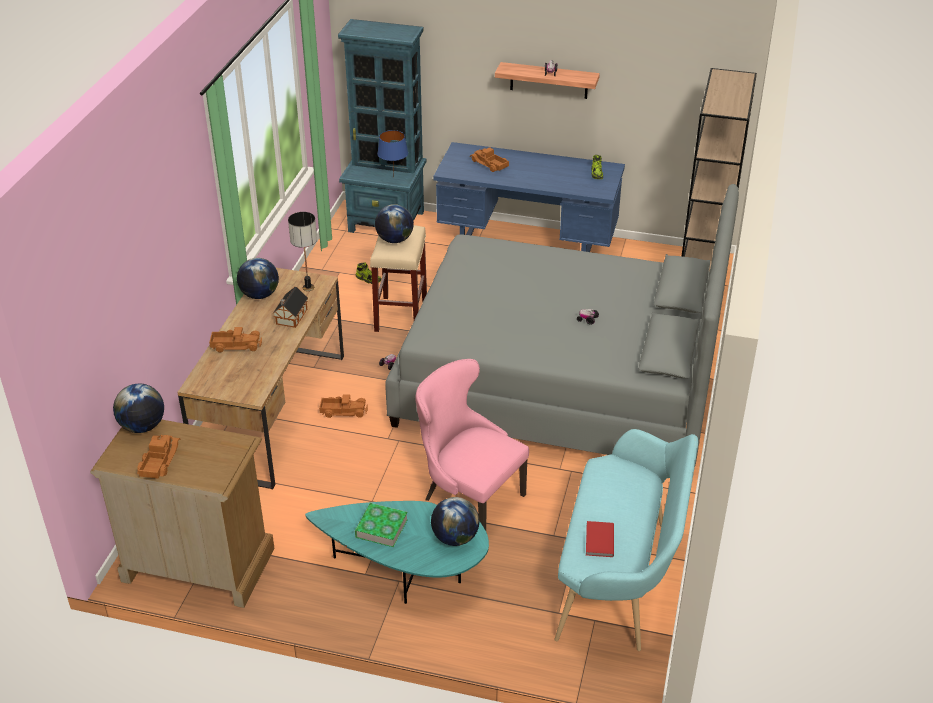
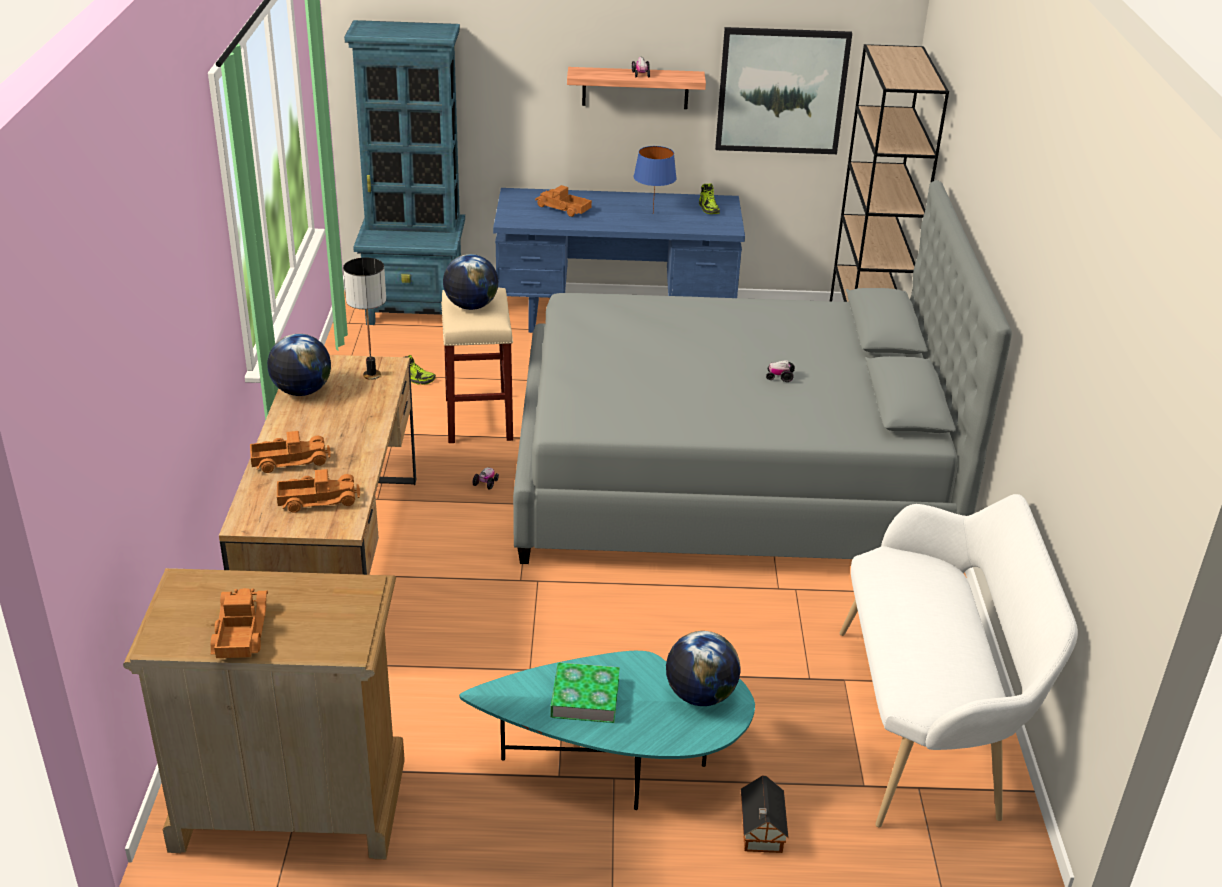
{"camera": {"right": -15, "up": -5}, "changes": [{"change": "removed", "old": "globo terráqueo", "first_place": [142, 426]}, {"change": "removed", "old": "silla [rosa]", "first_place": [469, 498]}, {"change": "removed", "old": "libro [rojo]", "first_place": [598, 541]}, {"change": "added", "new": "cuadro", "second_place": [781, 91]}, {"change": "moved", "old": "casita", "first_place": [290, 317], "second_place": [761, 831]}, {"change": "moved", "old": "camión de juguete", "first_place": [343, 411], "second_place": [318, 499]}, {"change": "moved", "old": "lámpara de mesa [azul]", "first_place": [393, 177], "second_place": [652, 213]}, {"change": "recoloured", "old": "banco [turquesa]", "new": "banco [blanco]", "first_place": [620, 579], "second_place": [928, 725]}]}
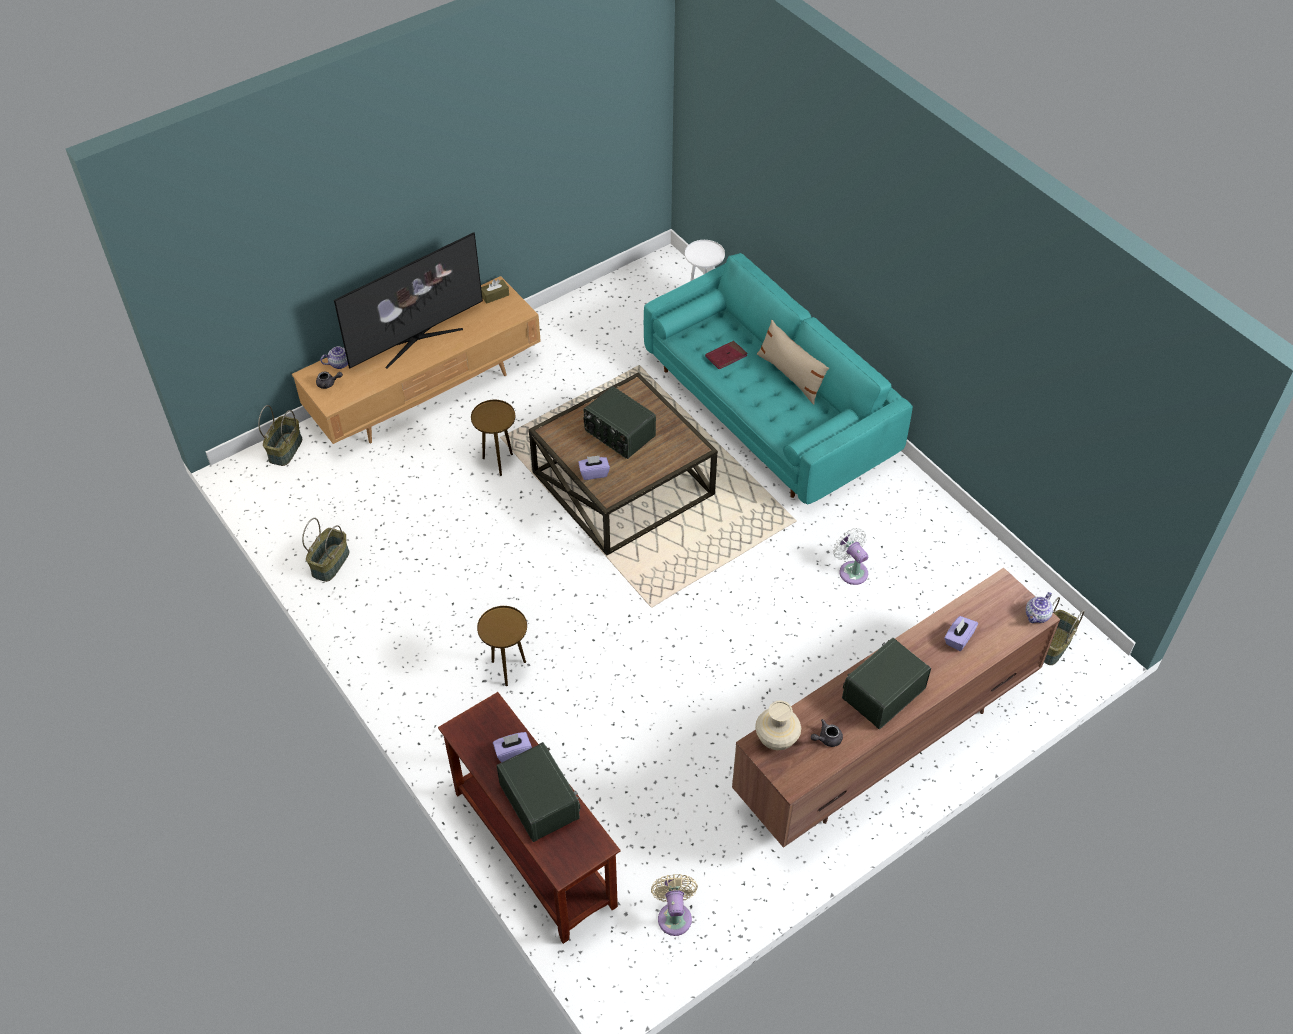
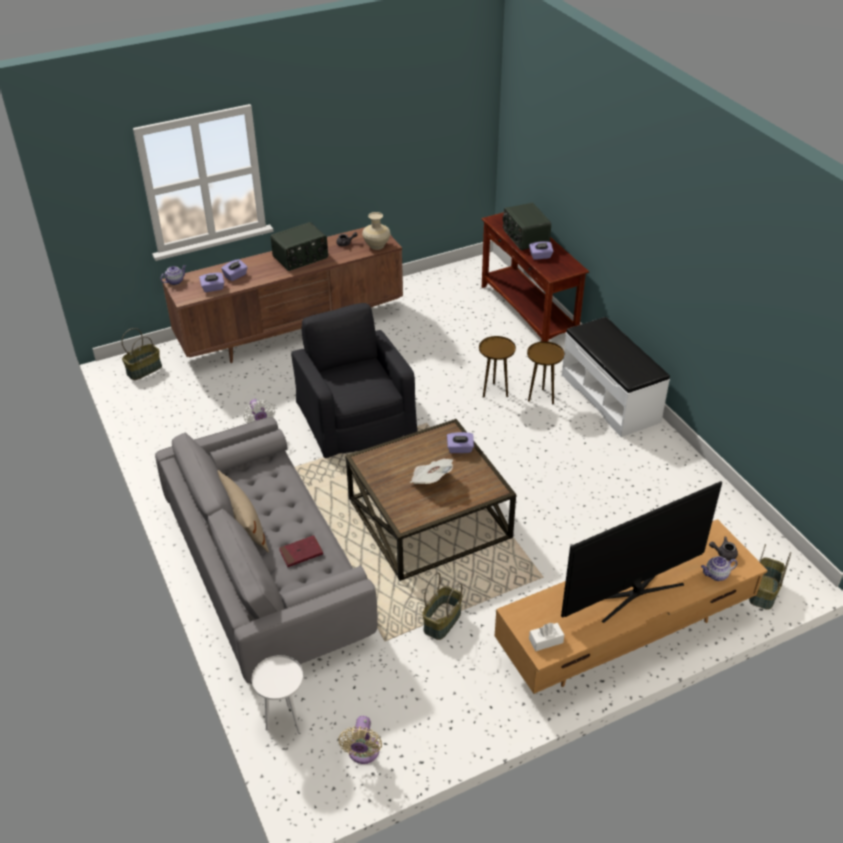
{"camera": {"right": -170, "up": -10}, "changes": [{"change": "added", "new": "caja de pañuelos [morado]", "second_place": [213, 288]}, {"change": "added", "new": "sillón [negro]", "second_place": [355, 416]}, {"change": "added", "new": "banco [blanco]", "second_place": [610, 398]}, {"change": "moved", "old": "cesta", "first_place": [330, 562], "second_place": [442, 622]}, {"change": "moved", "old": "mesa auxiliar [marrón]", "first_place": [498, 462], "second_place": [494, 392]}, {"change": "moved", "old": "ventilador [beis]", "first_place": [674, 915], "second_place": [363, 753]}, {"change": "replaced", "old": "radio", "new": "periódico", "first_place": [619, 434], "second_place": [431, 479]}, {"change": "recoloured", "old": "caja de pañuelos [marrón]", "new": "caja de pañuelos [blanco]", "first_place": [495, 295], "second_place": [546, 641]}, {"change": "recoloured", "old": "sofá [turquesa]", "new": "sofá [gris]", "first_place": [769, 409], "second_place": [266, 572]}]}
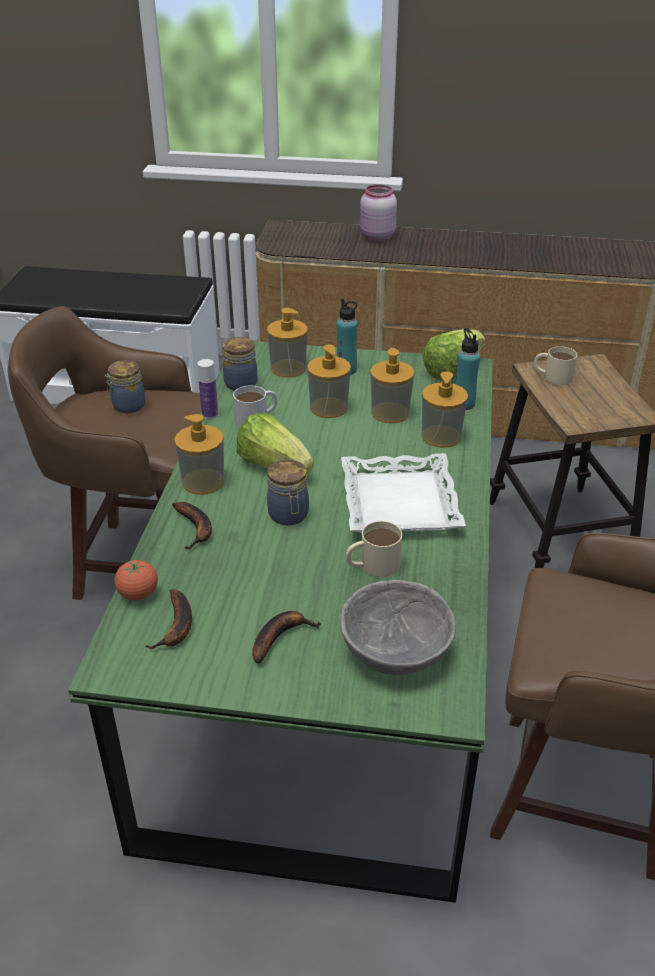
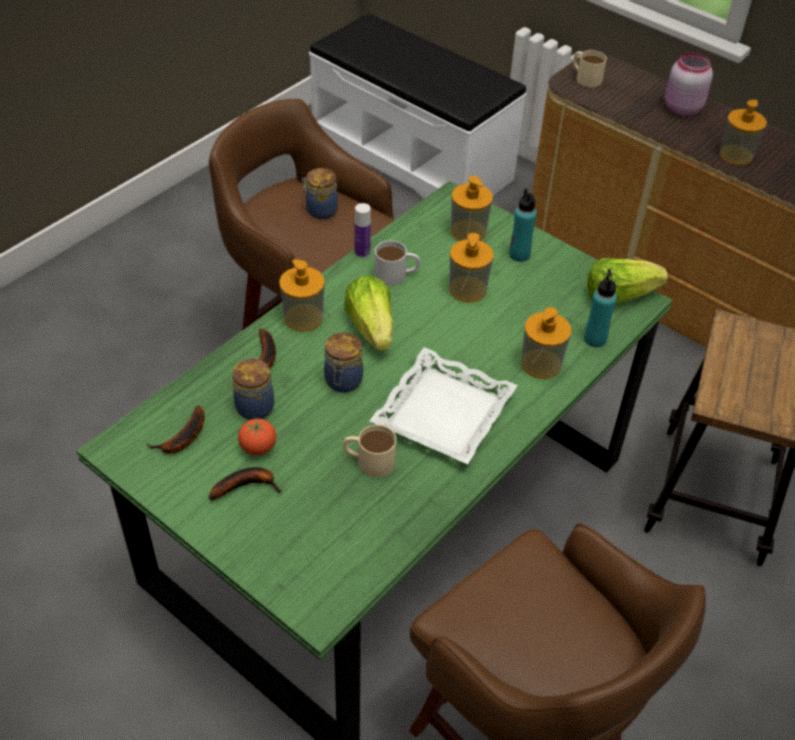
{"camera": {"right": 30, "up": 10}, "changes": [{"change": "removed", "old": "cuenco [gris]", "first_place": [396, 649]}, {"change": "moved", "old": "tomate", "first_place": [138, 594], "second_place": [258, 447]}, {"change": "moved", "old": "tarro", "first_place": [240, 383], "second_place": [255, 406]}, {"change": "moved", "old": "dispensador de jabón", "first_place": [390, 413], "second_place": [736, 155]}, {"change": "moved", "old": "taza grande [beis]", "first_place": [552, 376], "second_place": [585, 77]}]}
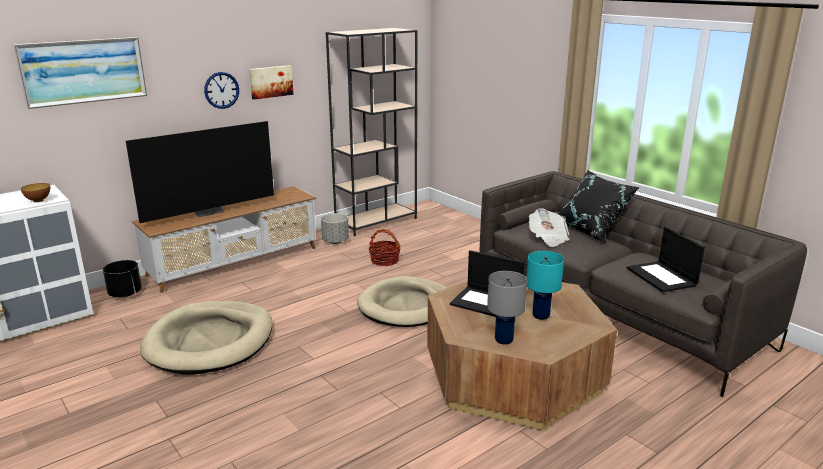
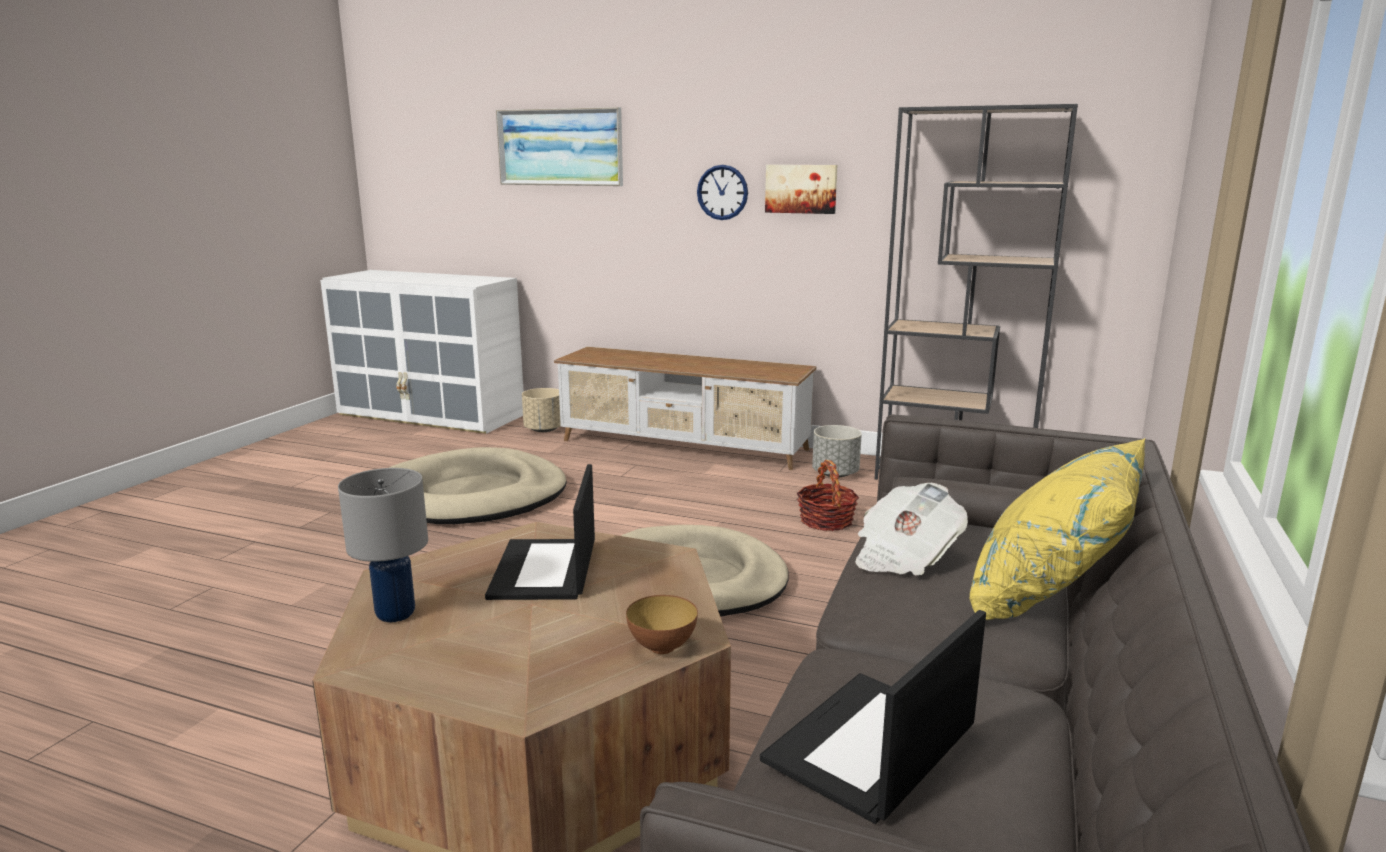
{"camera": {"right": 60, "up": -5}, "changes": [{"change": "removed", "old": "televisor", "first_place": [209, 212]}, {"change": "removed", "old": "lámpara de mesa [turquesa]", "first_place": [541, 315]}, {"change": "moved", "old": "cuenco", "first_place": [38, 200], "second_place": [662, 647]}, {"change": "recoloured", "old": "maceta [negro]", "new": "maceta [beis]", "first_place": [125, 294], "second_place": [544, 429]}, {"change": "recoloured", "old": "cojín [negro]", "new": "cojín [amarillo]", "first_place": [591, 230], "second_place": [1048, 596]}]}
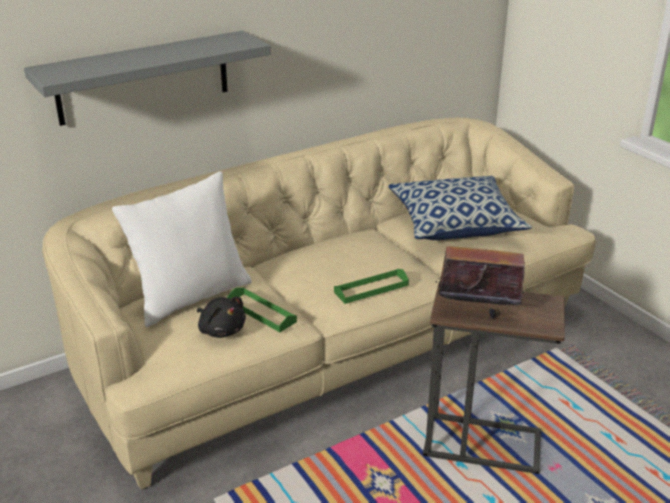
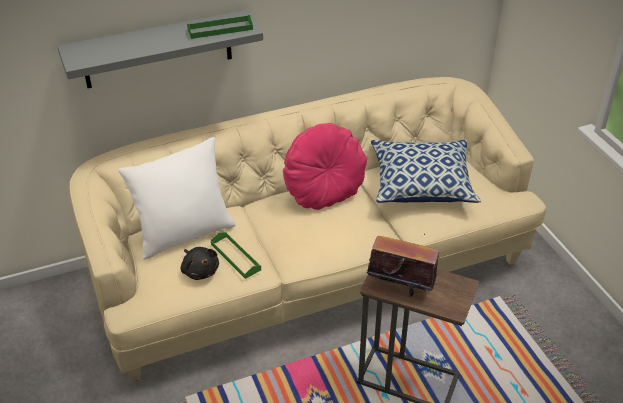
{"camera": {"right": 10, "up": 10}, "changes": [{"change": "added", "new": "cojín [rosa]", "second_place": [324, 196]}, {"change": "moved", "old": "bandeja [verde]", "first_place": [371, 289], "second_place": [220, 29]}]}
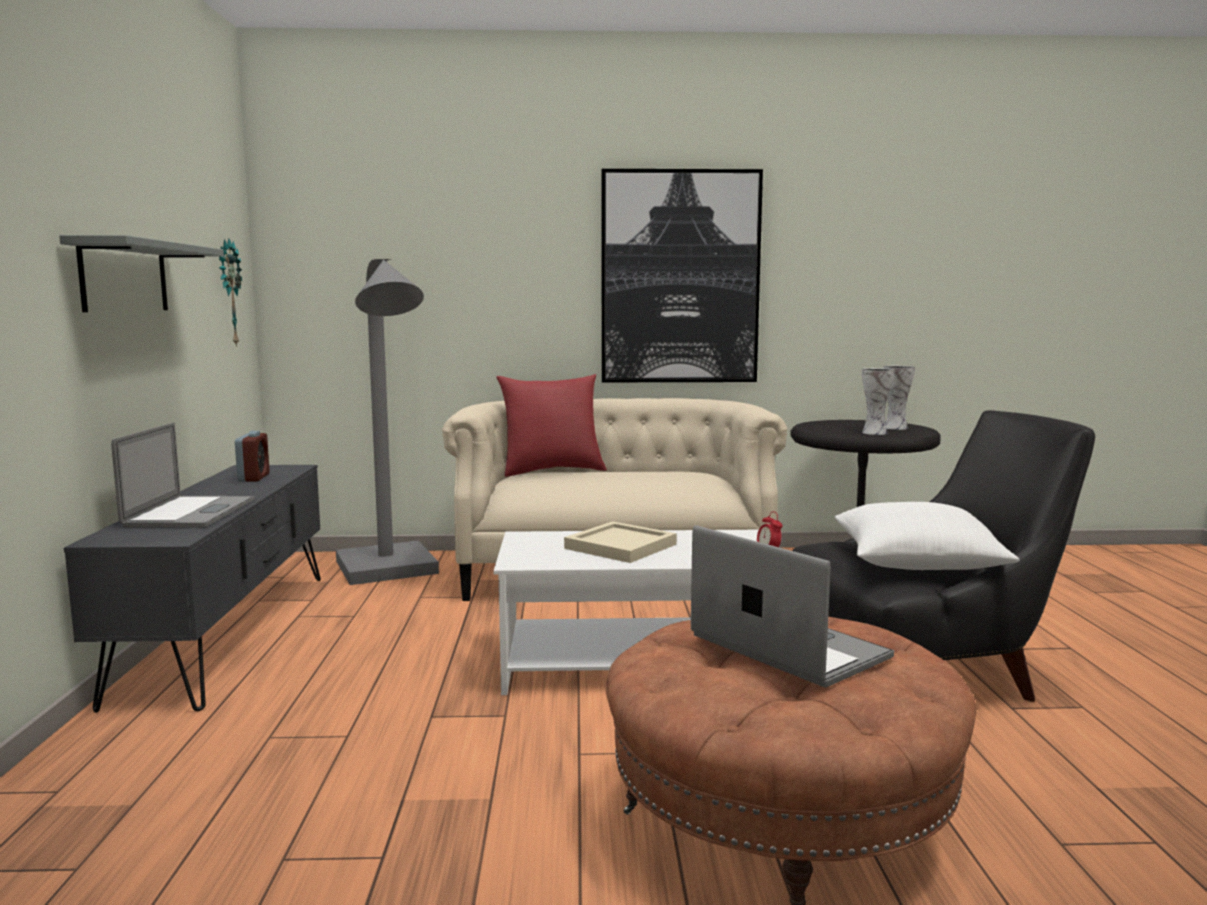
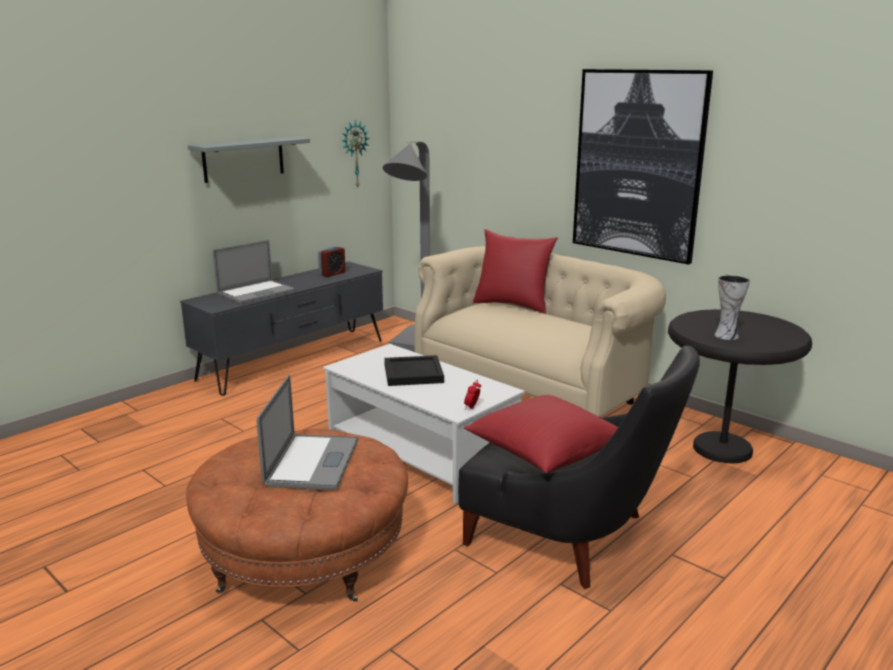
{"camera": {"right": 45, "up": 10}, "changes": [{"change": "removed", "old": "florero", "first_place": [895, 427]}, {"change": "recoloured", "old": "bandeja [beis]", "new": "bandeja [negro]", "first_place": [622, 546], "second_place": [414, 374]}, {"change": "recoloured", "old": "cojín [blanco]", "new": "cojín [rojo]", "first_place": [917, 563], "second_place": [545, 451]}]}
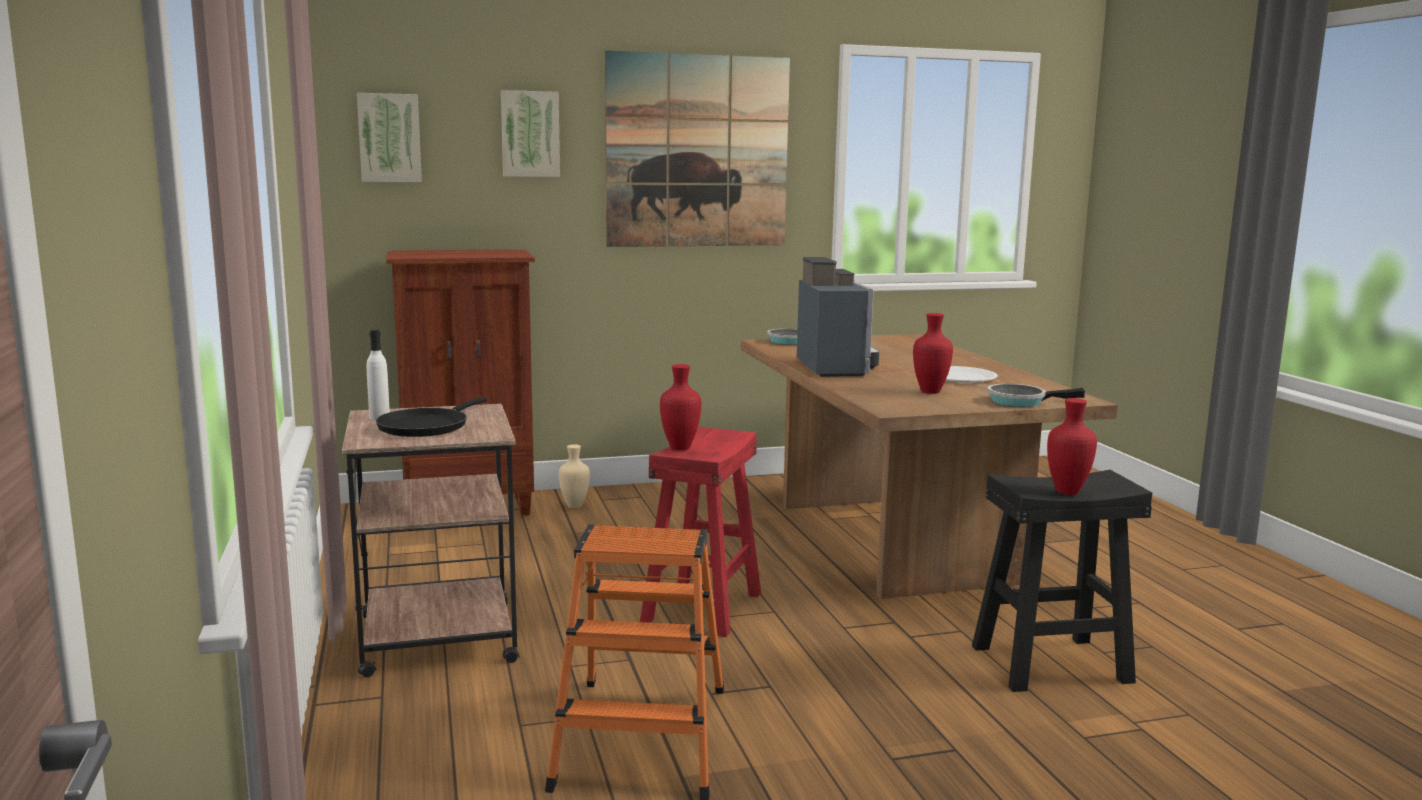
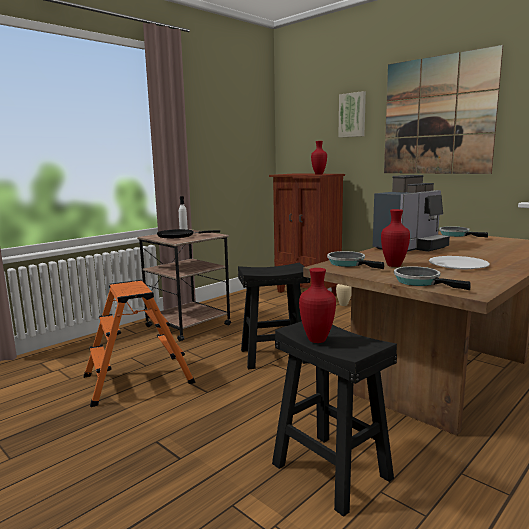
{"camera": {"right": 60, "up": 0}, "changes": [{"change": "removed", "old": "cuadro", "first_place": [389, 138]}, {"change": "added", "new": "sartén", "second_place": [349, 263]}, {"change": "moved", "old": "florero [rojo]", "first_place": [680, 448], "second_place": [318, 174]}, {"change": "recoloured", "old": "taburete [rojo]", "new": "taburete [negro]", "first_place": [703, 607], "second_place": [274, 356]}]}
